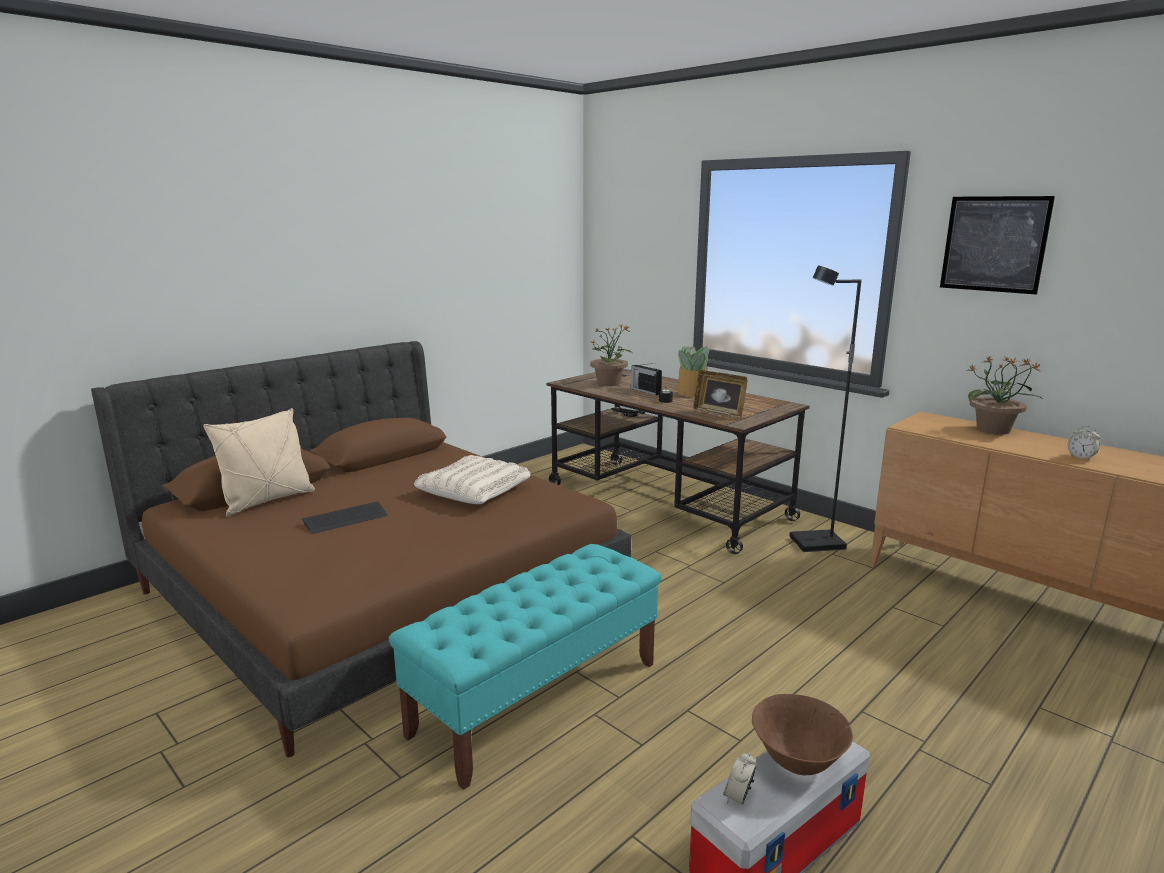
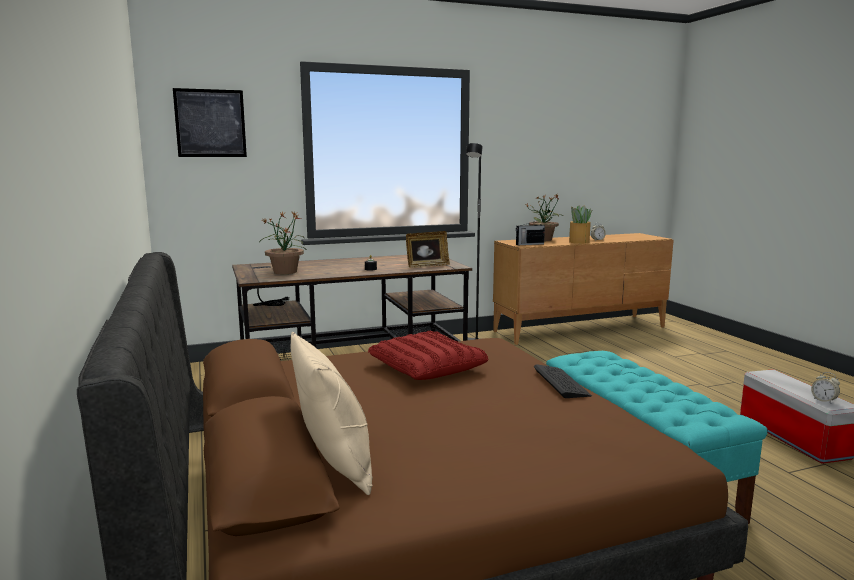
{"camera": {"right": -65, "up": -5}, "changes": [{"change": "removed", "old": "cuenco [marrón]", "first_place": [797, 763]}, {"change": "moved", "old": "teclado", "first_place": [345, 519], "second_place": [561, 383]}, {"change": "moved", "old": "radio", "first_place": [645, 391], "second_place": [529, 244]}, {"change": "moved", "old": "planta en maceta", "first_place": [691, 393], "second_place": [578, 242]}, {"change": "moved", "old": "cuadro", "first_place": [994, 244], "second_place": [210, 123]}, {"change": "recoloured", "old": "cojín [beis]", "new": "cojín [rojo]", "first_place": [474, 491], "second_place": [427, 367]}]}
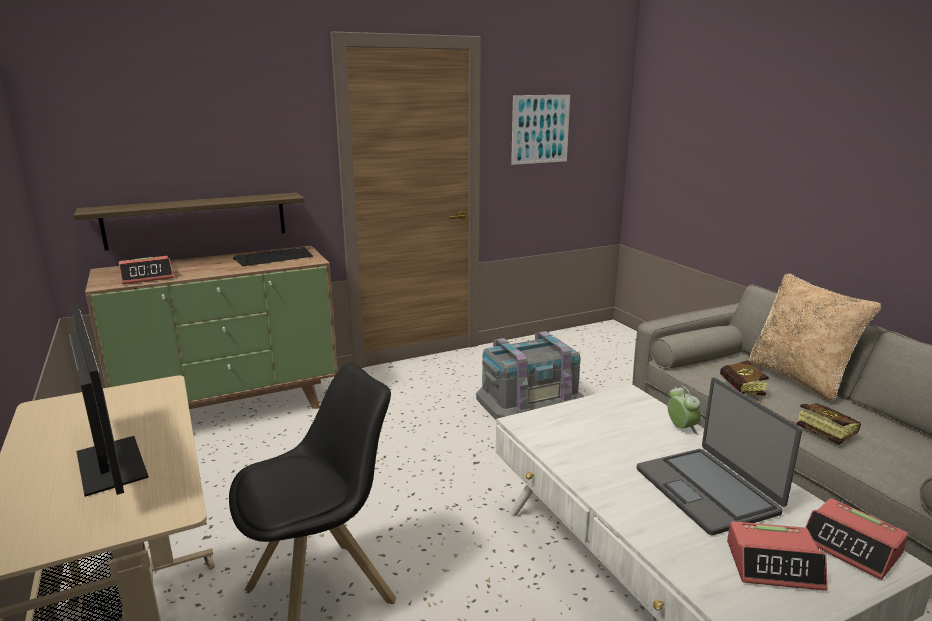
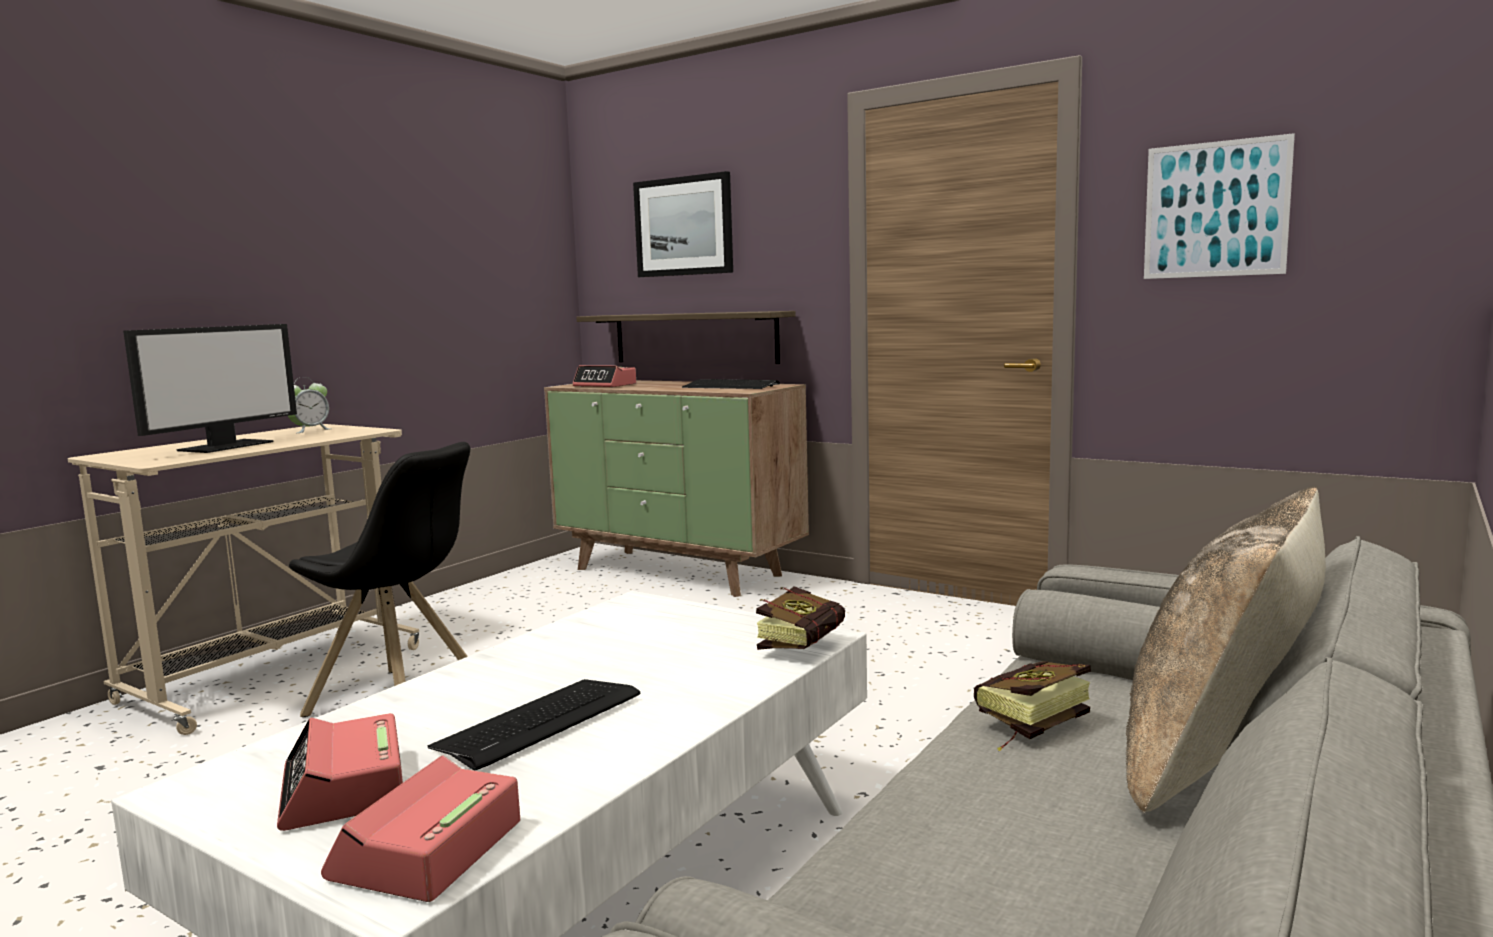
{"camera": {"right": 60, "up": -10}, "changes": [{"change": "removed", "old": "caja de almacenaje [gris]", "first_place": [529, 400]}, {"change": "added", "new": "cuadro", "second_place": [684, 226]}, {"change": "moved", "old": "despertador", "first_place": [681, 428], "second_place": [310, 430]}, {"change": "moved", "old": "libro", "first_place": [820, 431], "second_place": [805, 645]}, {"change": "replaced", "old": "portátil", "new": "teclado", "first_place": [707, 490], "second_place": [539, 723]}]}
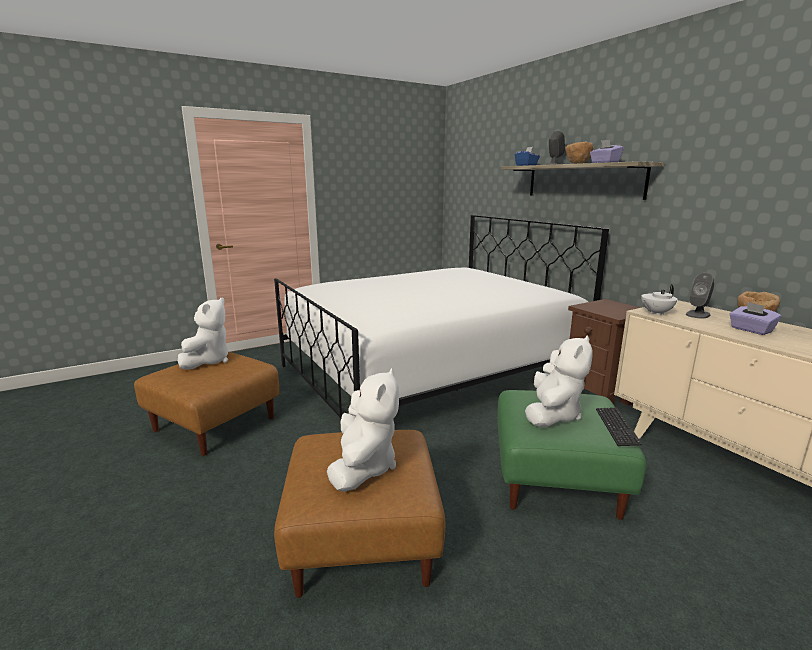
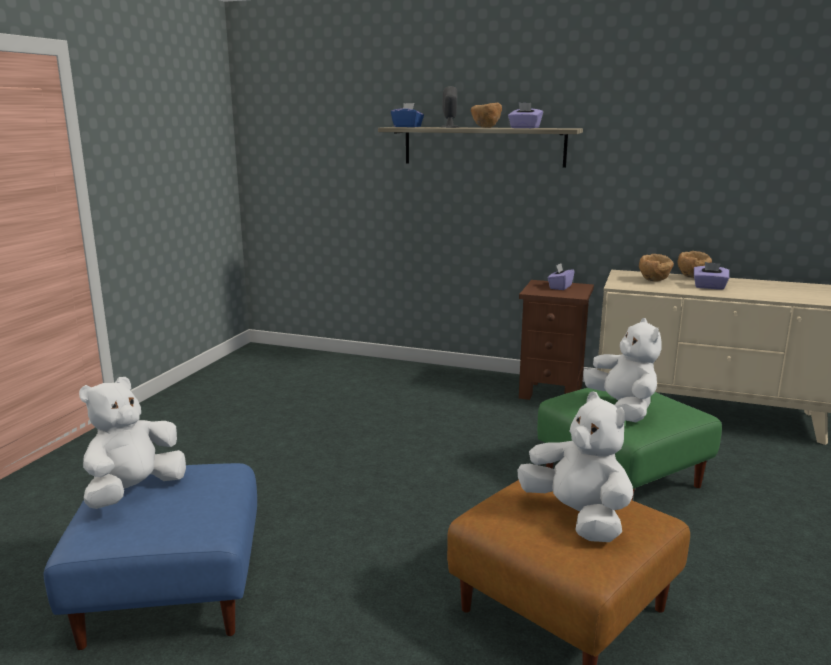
{"camera": {"right": -40, "up": 0}, "changes": [{"change": "removed", "old": "cama [blanco]", "first_place": [430, 372]}, {"change": "removed", "old": "teclado", "first_place": [617, 427]}, {"change": "removed", "old": "tetera [blanco]", "first_place": [655, 313]}, {"change": "added", "new": "caja de pañuelos [morado]", "second_place": [560, 287]}, {"change": "replaced", "old": "altavoz [gris]", "new": "cuenco [marrón]", "first_place": [698, 314], "second_place": [654, 280]}, {"change": "recoloured", "old": "puf [marrón]", "new": "puf [azul]", "first_place": [215, 423], "second_place": [170, 591]}, {"change": "turned", "old": "peluche [blanco]", "first_place": [208, 361], "second_place": [134, 492], "degrees": -120}]}
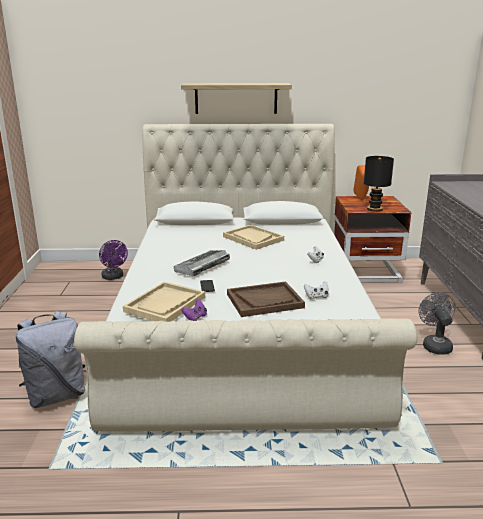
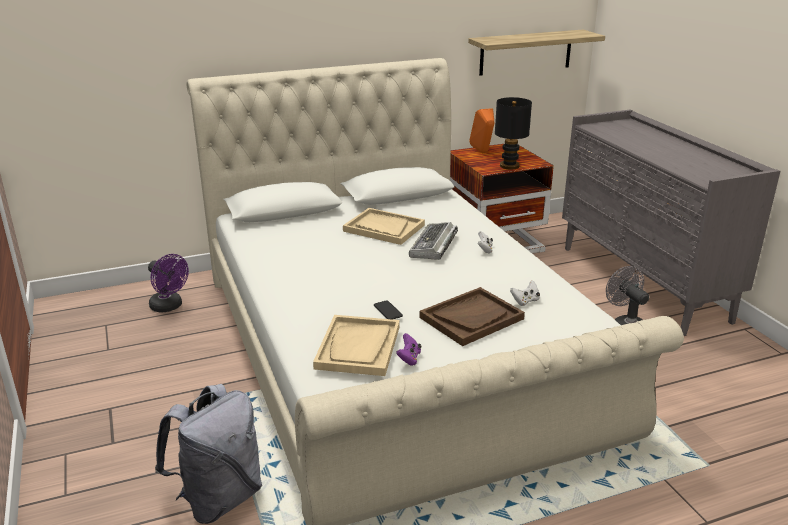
{"camera": {"right": -20, "up": 5}, "changes": [{"change": "moved", "old": "teclado", "first_place": [202, 267], "second_place": [433, 246]}, {"change": "moved", "old": "estante", "first_place": [236, 98], "second_place": [526, 52]}]}
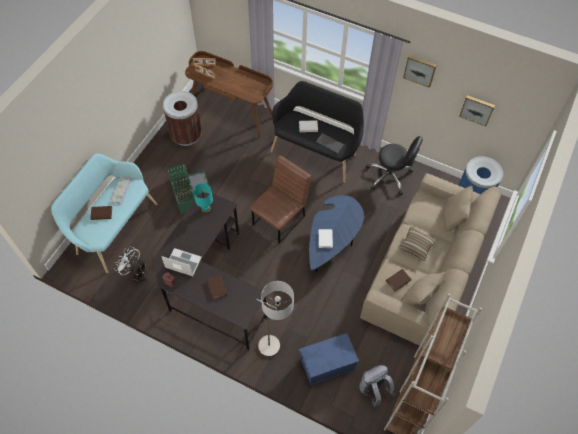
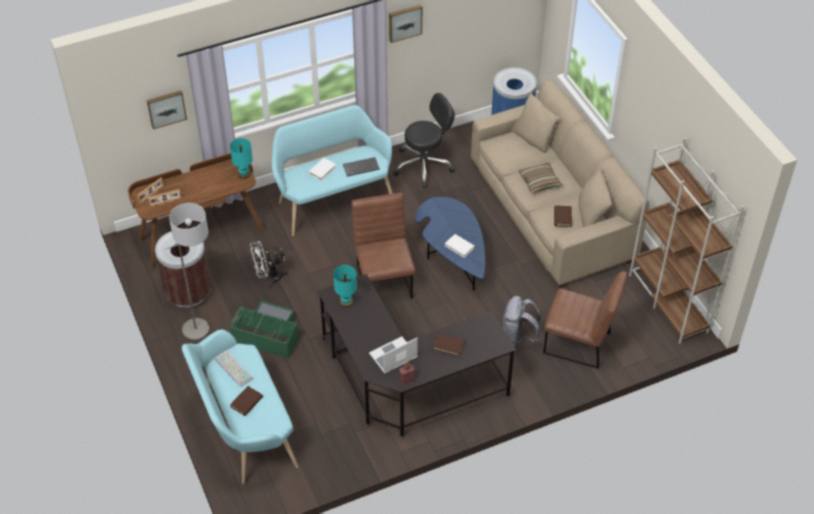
{"camera": {"right": -50, "up": -10}, "changes": [{"change": "added", "new": "lámpara de mesa [turquesa]", "second_place": [243, 174]}, {"change": "moved", "old": "ventilador [blanco]", "first_place": [136, 274], "second_place": [269, 278]}, {"change": "moved", "old": "lámpara de pie [gris]", "first_place": [275, 349], "second_place": [203, 327]}, {"change": "moved", "old": "mochila [gris]", "first_place": [373, 390], "second_place": [518, 337]}, {"change": "moved", "old": "cuadro", "first_place": [477, 109], "second_place": [166, 108]}, {"change": "replaced", "old": "caja de almacenaje [azul]", "new": "silla [marrón]", "first_place": [326, 363], "second_place": [579, 344]}, {"change": "recoloured", "old": "banco [negro]", "new": "banco [turquesa]", "first_place": [316, 151], "second_place": [333, 200]}]}
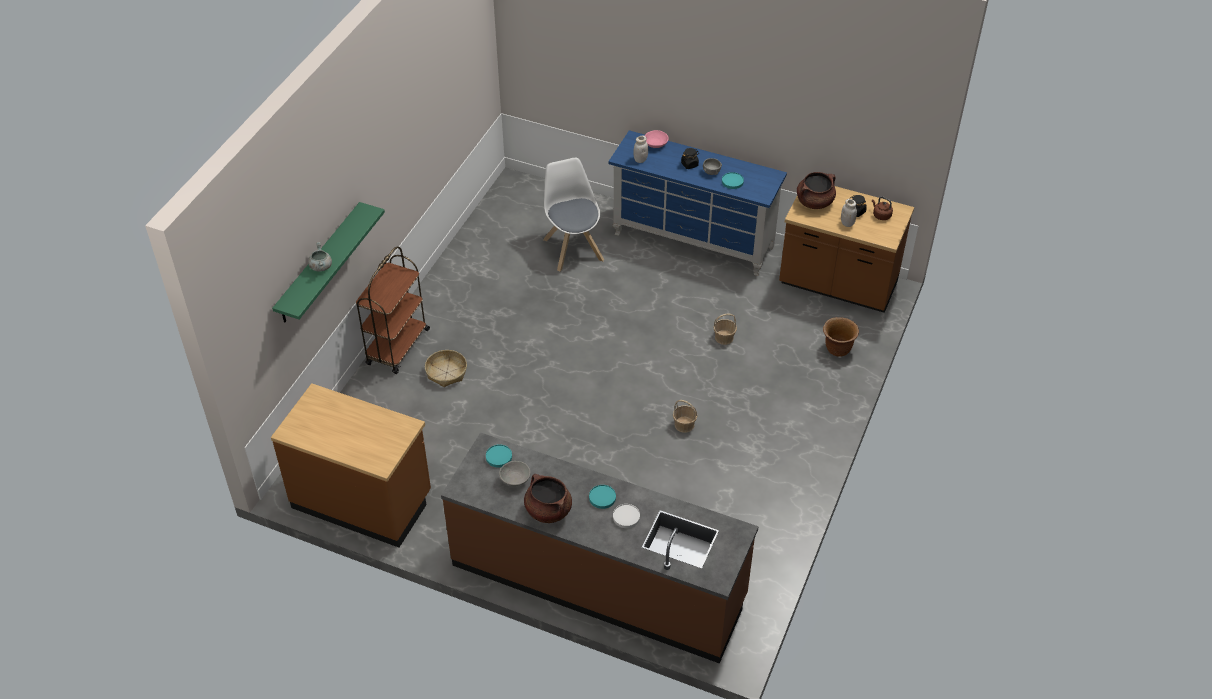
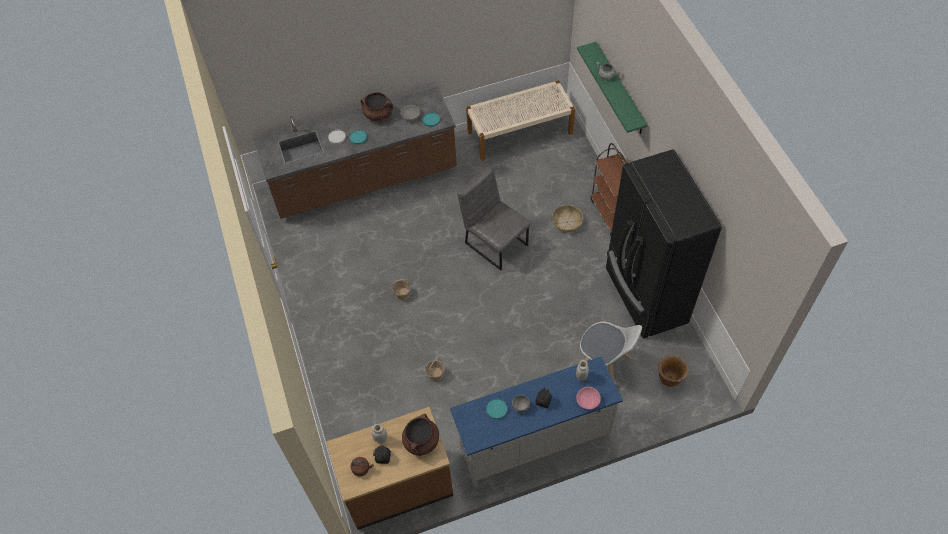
{"camera": {"right": 140, "up": 10}, "changes": [{"change": "added", "new": "silla [gris]", "second_place": [495, 242]}, {"change": "added", "new": "nevera [negro]", "second_place": [642, 296]}, {"change": "moved", "old": "maceta [marrón]", "first_place": [837, 349], "second_place": [669, 378]}, {"change": "replaced", "old": "mueble bajo de cocina [marrón]", "new": "banco [beis]", "first_place": [362, 500], "second_place": [519, 132]}]}
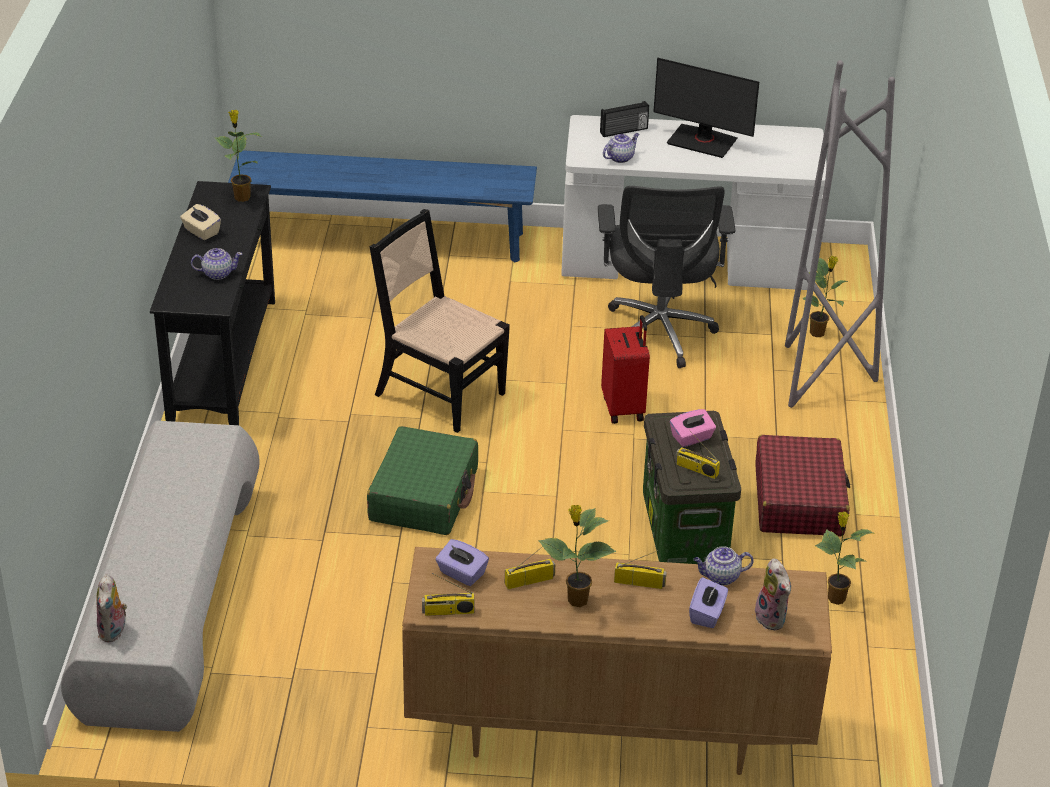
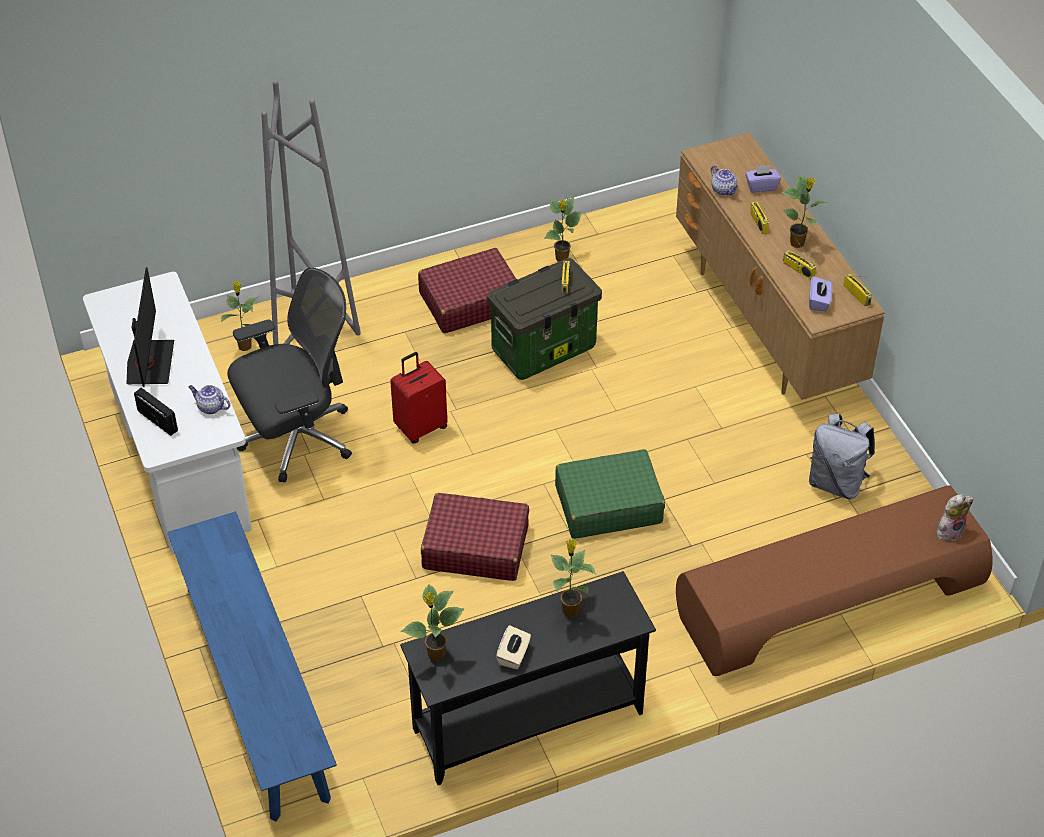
{"camera": {"right": -115, "up": 10}, "changes": [{"change": "removed", "old": "caja de pañuelos [rosa]", "first_place": [691, 438]}, {"change": "removed", "old": "peluche", "first_place": [773, 618]}, {"change": "added", "new": "mochila [gris]", "second_place": [836, 483]}, {"change": "replaced", "old": "tetera", "new": "planta en maceta", "first_place": [217, 273], "second_place": [570, 609]}, {"change": "replaced", "old": "silla", "new": "maleta [rojo]", "first_place": [440, 394], "second_place": [475, 547]}, {"change": "recoloured", "old": "banco [gris]", "new": "banco [marrón]", "first_place": [169, 599], "second_place": [829, 602]}]}
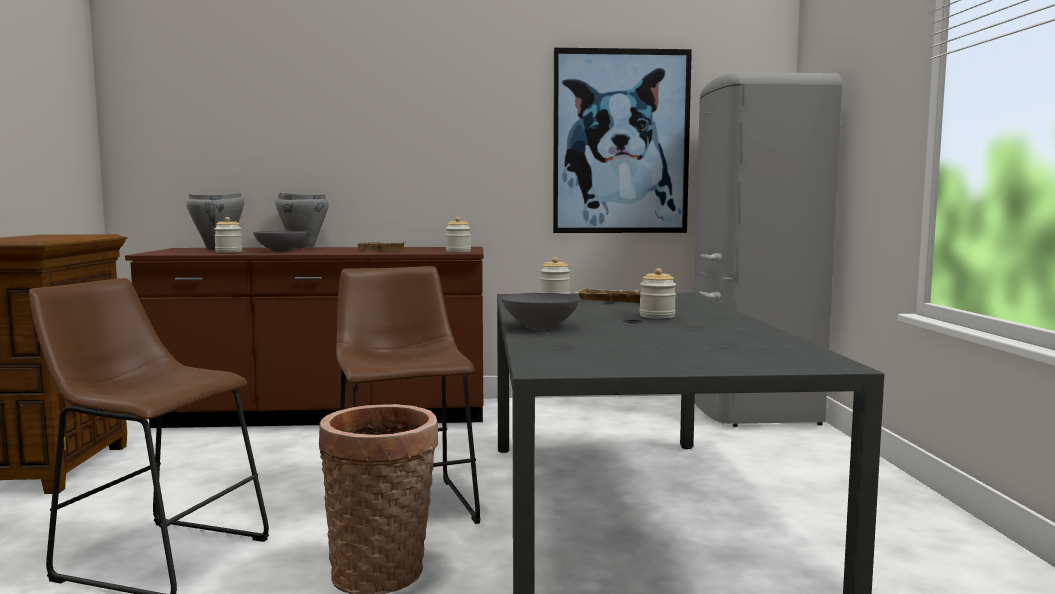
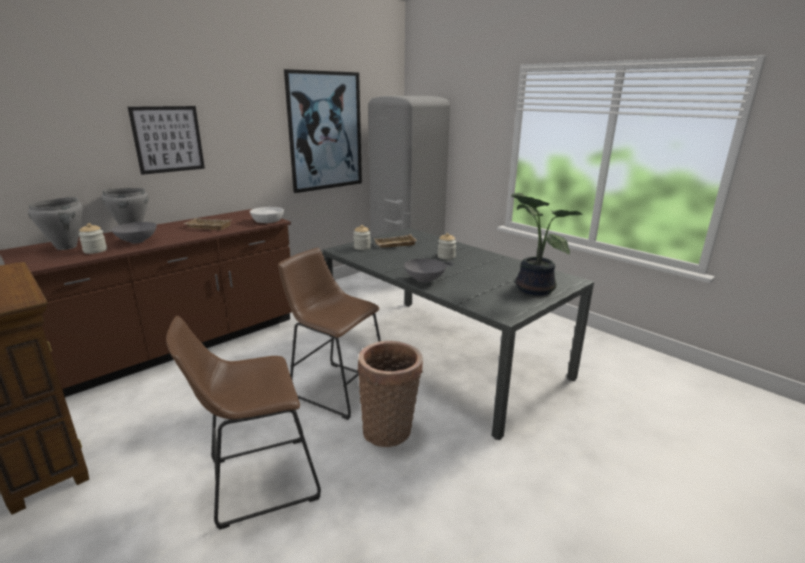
{"camera": {"right": -40, "up": 15}, "changes": [{"change": "added", "new": "cuadro", "second_place": [168, 139]}, {"change": "added", "new": "planta en maceta", "second_place": [532, 288]}, {"change": "replaced", "old": "tarro", "new": "cuenco [blanco]", "first_place": [458, 251], "second_place": [267, 220]}]}
